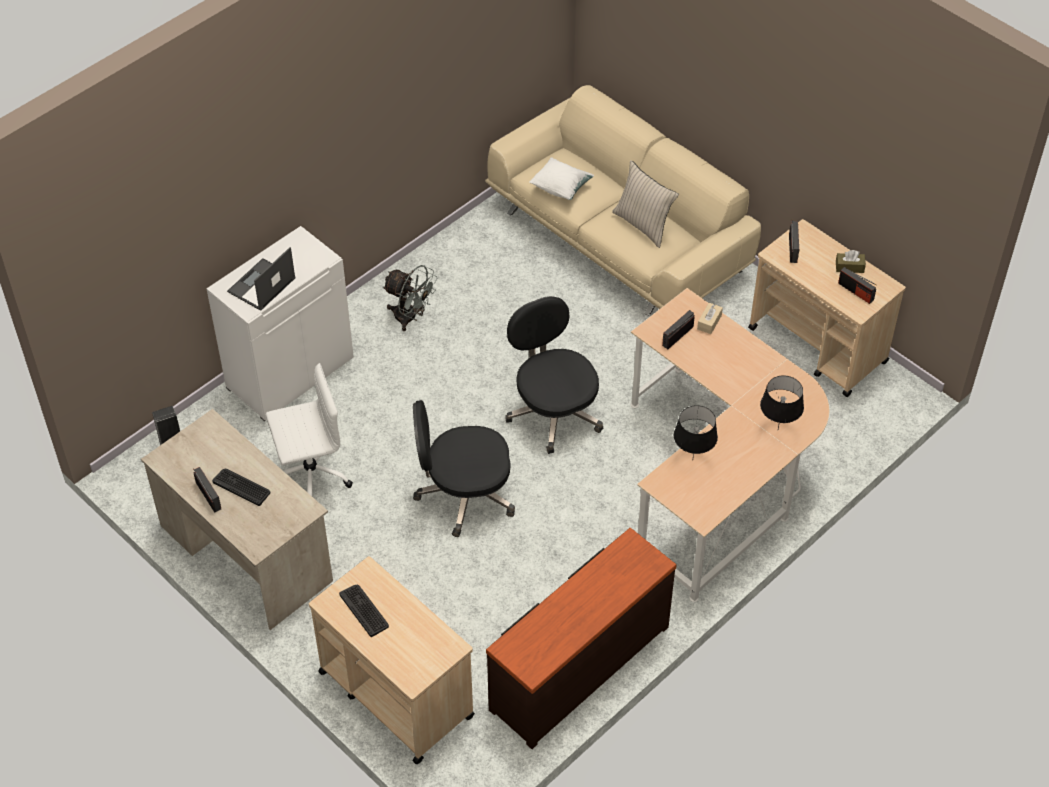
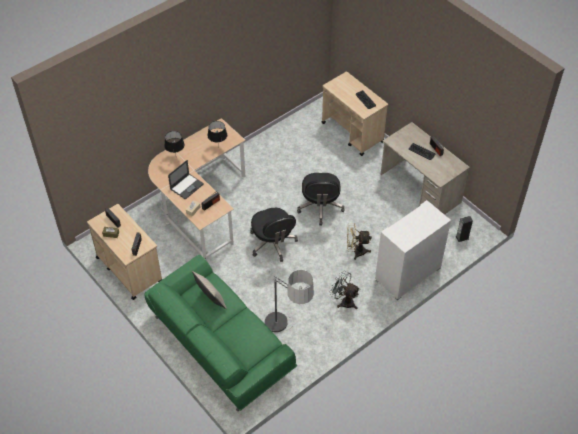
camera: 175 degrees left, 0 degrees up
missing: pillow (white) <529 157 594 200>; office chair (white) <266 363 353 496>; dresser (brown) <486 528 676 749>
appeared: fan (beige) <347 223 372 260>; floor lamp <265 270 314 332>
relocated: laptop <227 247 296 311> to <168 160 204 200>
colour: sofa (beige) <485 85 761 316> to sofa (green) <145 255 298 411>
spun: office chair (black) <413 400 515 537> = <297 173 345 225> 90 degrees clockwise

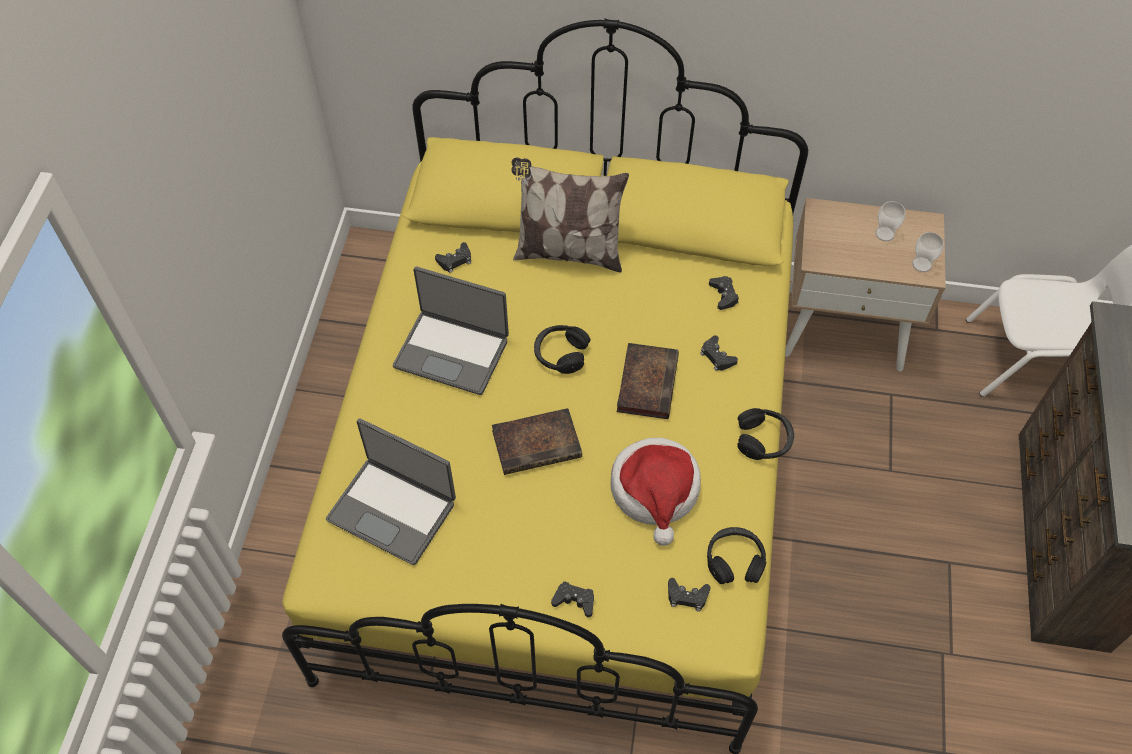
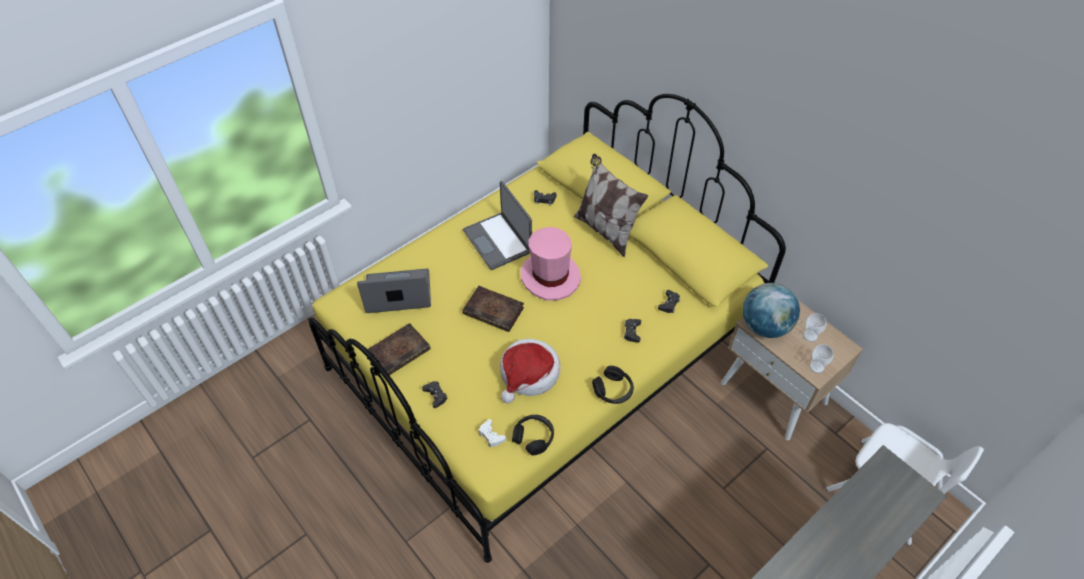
camera: 40 degrees right, 5 degrees down
appeared: globe <743 283 800 338>
relocated: book <617 343 679 419> to <367 323 431 375>
exchanged: headphones (black) <534 325 590 374> to hat (pink) <521 227 581 301>
colour: game controller (black) <668 578 711 612> to game controller (white) <479 419 506 447>
spun: laptop <326 418 456 565> = <357 268 431 313> 105 degrees clockwise

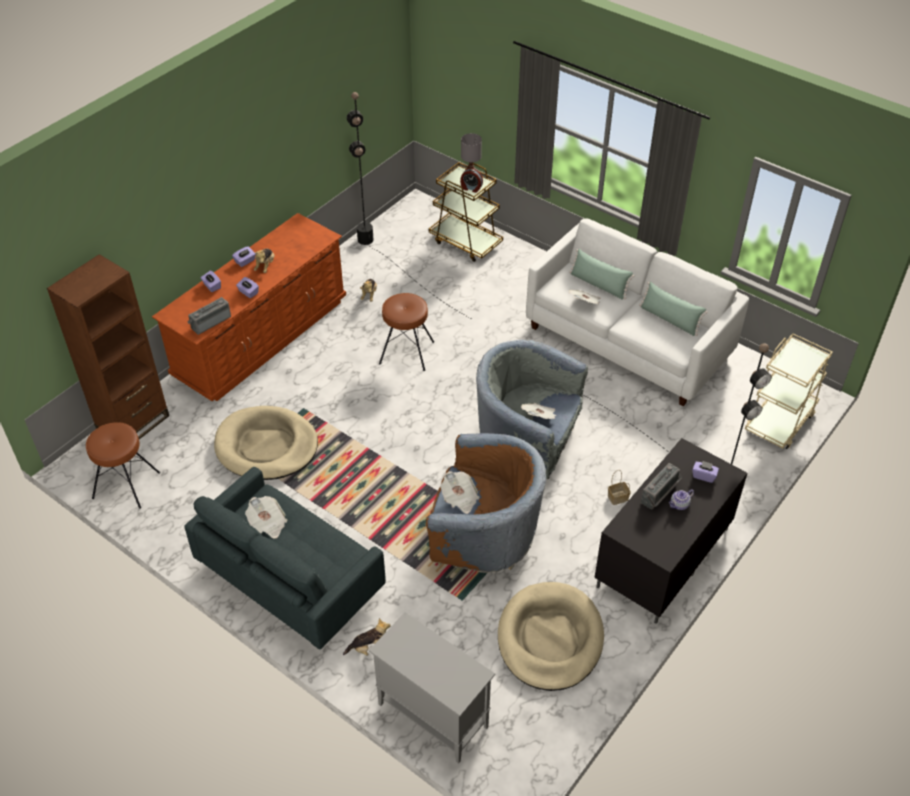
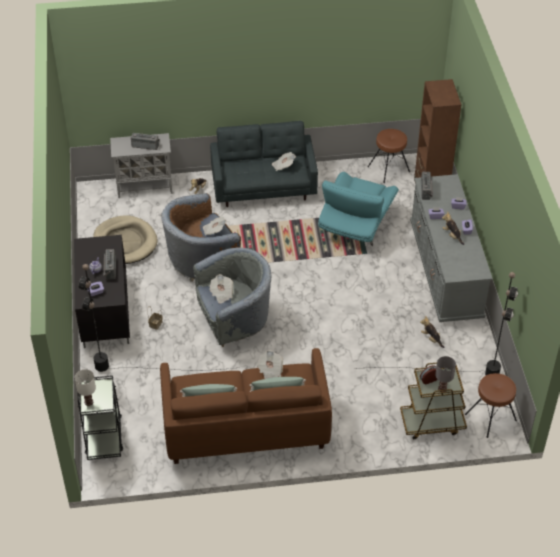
camera: 135 degrees right, 0 degrees up
appeared: radio <131 133 160 150>; table lamp (white) <75 369 96 406>
relocated: stool (brown) <379 293 434 371> to <465 373 517 438>
exchanged: dog bed (beige) <214 406 318 480> to armchair (turquoise) <318 172 399 246>
colour: dresser (brown) <152 213 346 401> to dresser (grey) <410 174 493 322>; sofa (white) <526 218 749 406> to sofa (brown) <160 348 332 464>; cart (beige) <745 333 833 449> to cart (black) <77 375 123 460>

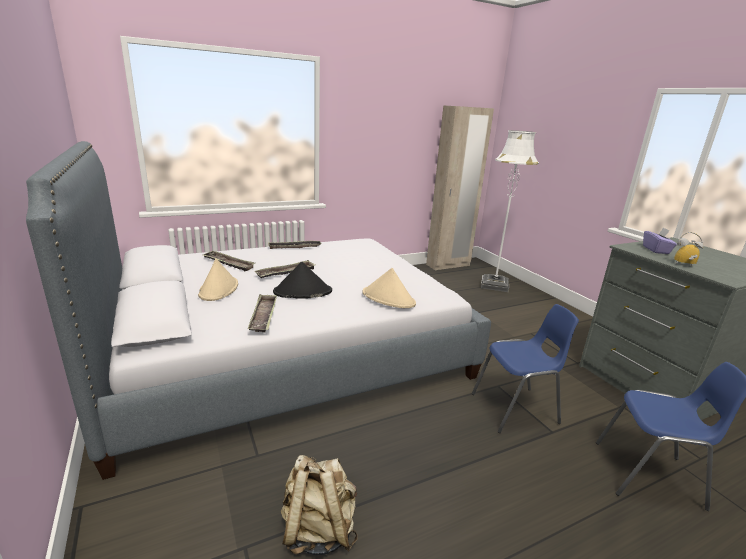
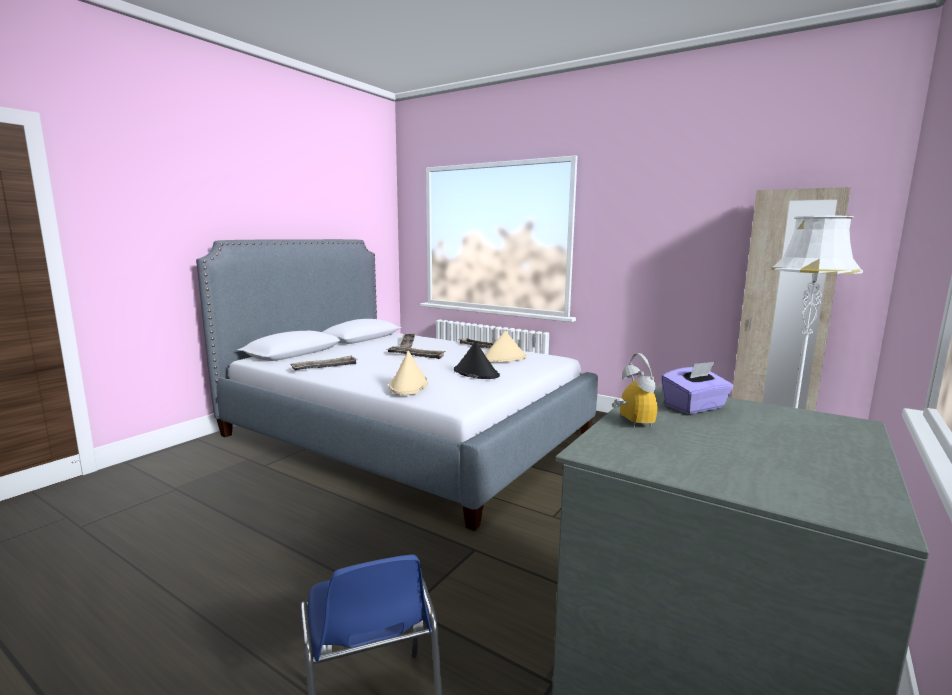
camera: 60 degrees right, 10 degrees down
missing: chair (blue) <472 304 579 433>; backpack (beige) <281 455 357 555>
relocated: hat (beige) <198 258 238 301> to <485 330 527 362>; hat (black) <273 262 332 299> to <454 341 500 379>

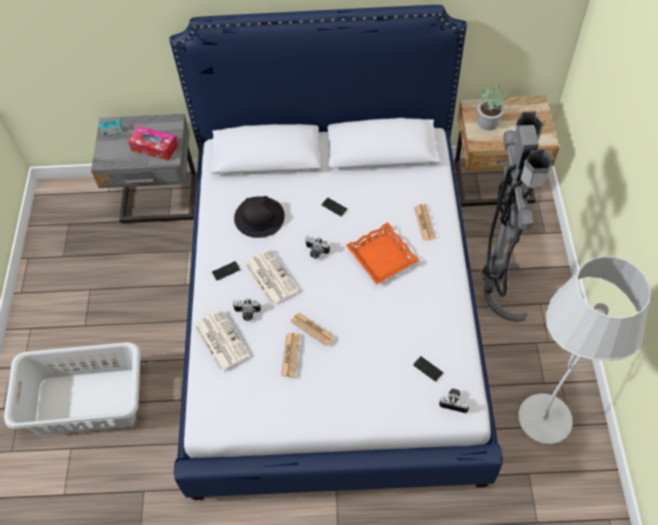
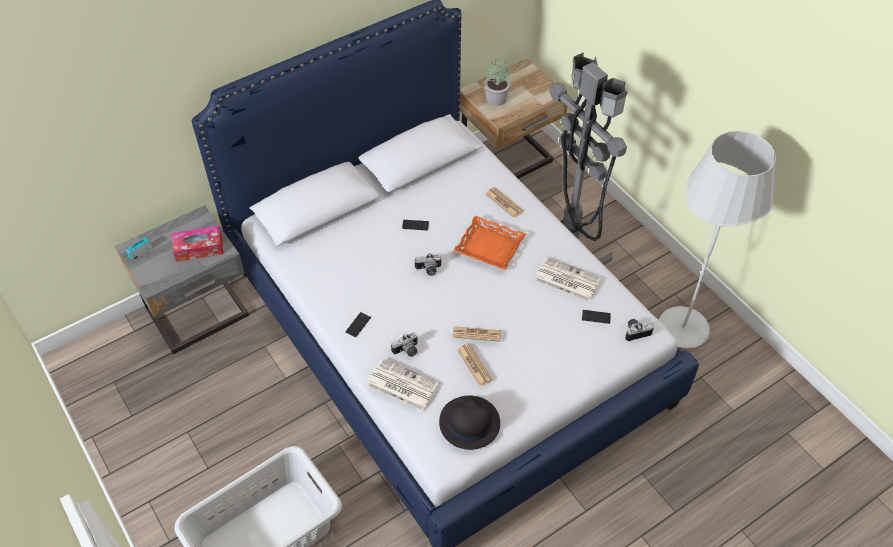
camera: 35 degrees left, 5 degrees down
relocated: hat (black) <234 196 285 238> to <439 395 500 450>; newspaper <245 249 299 306> to <534 257 602 302>

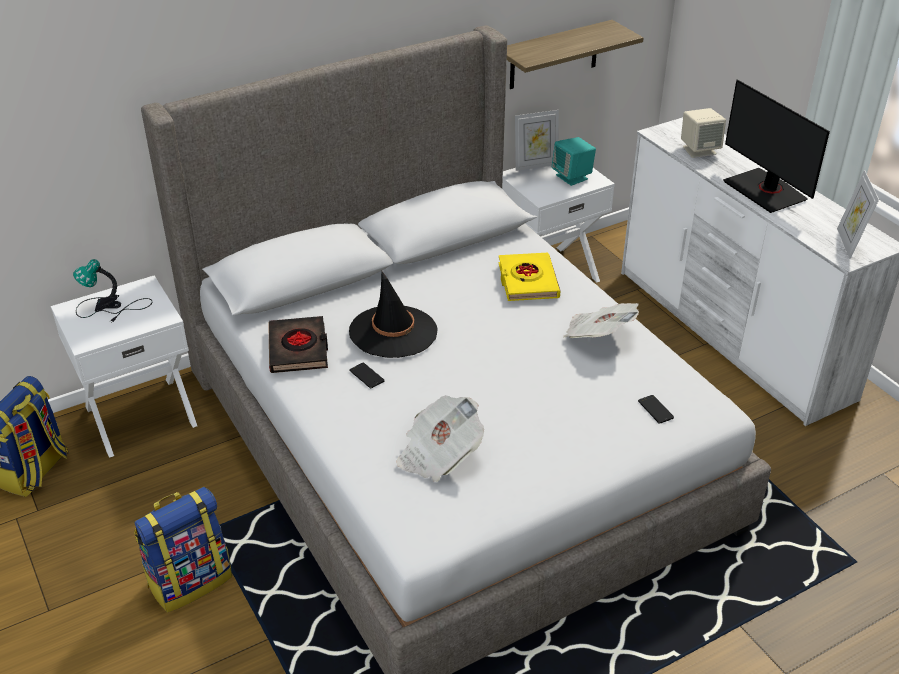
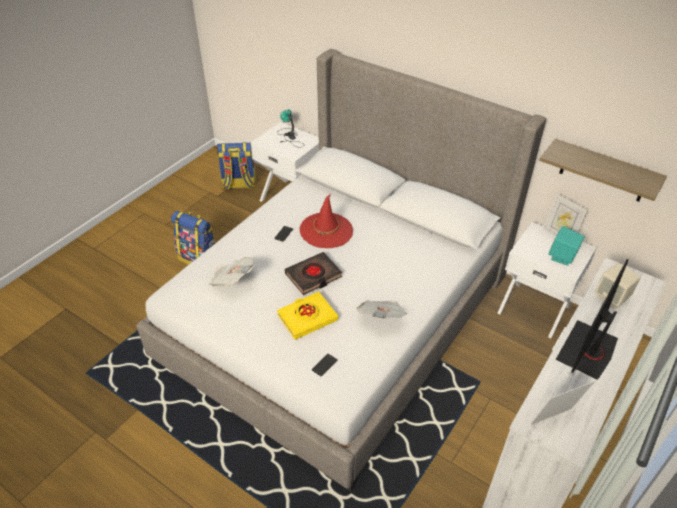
camera: 65 degrees right, 5 degrees up
relocated: book (yellow) <499 253 560 301> to <277 291 338 340>; book (black) <268 316 328 373> to <284 252 342 295>
colour: hat (black) <349 270 438 358> to hat (red) <300 194 353 248>

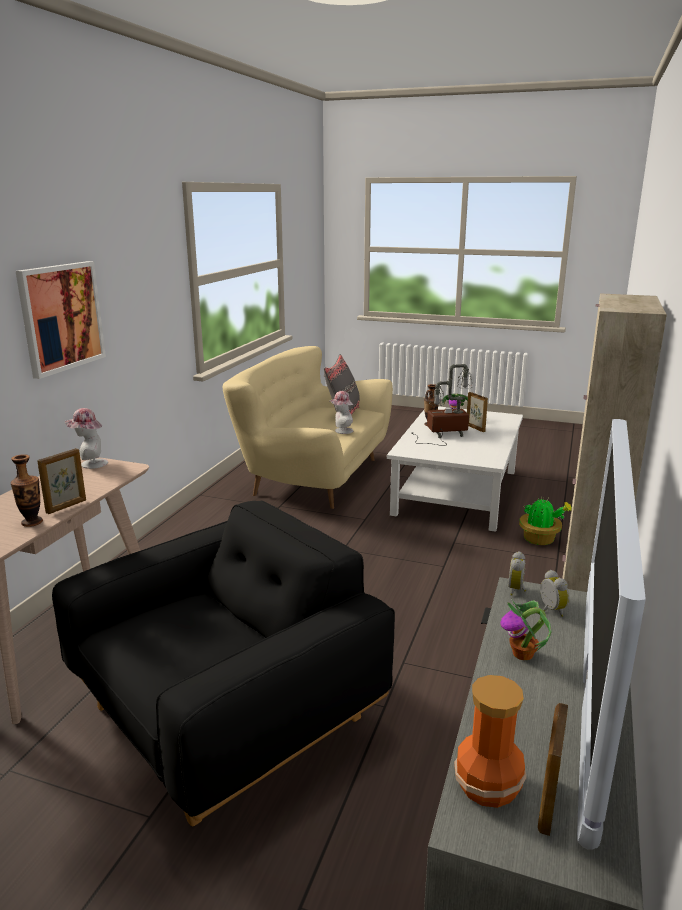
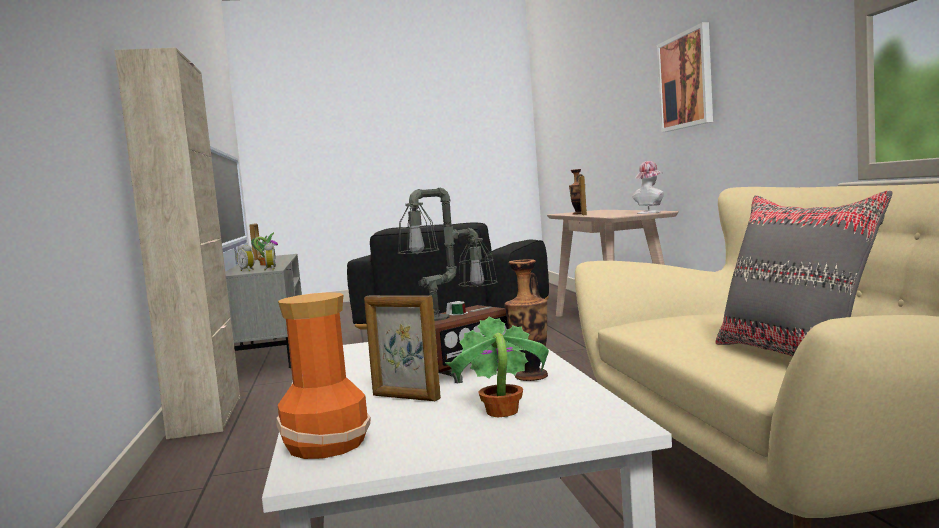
camera: 150 degrees right, 15 degrees down
missing: hat <330 391 353 434>; potted plant <519 496 572 545>
relocated: vase <454 675 526 808> to <276 292 371 459>

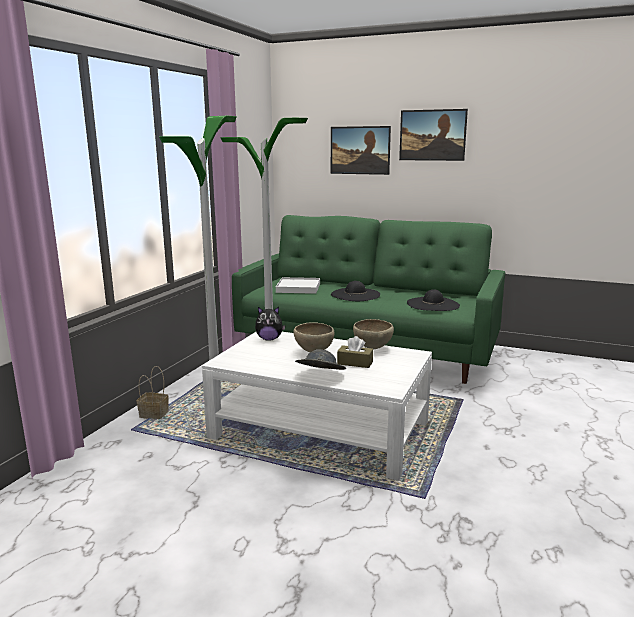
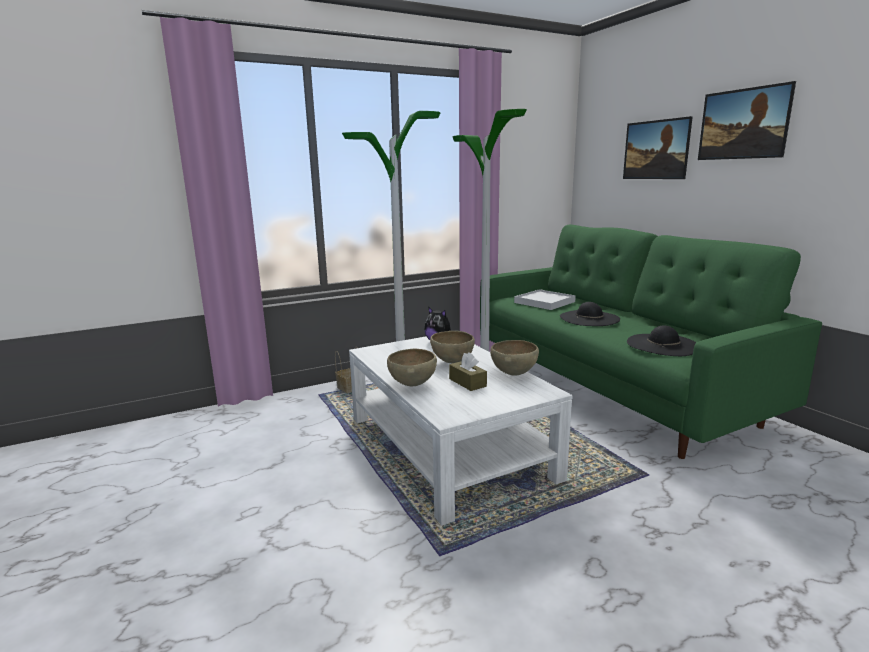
camera: 40 degrees right, 0 degrees up
exchanged: hat (grey) <295 349 346 370> to bowl (brown) <387 349 437 386>

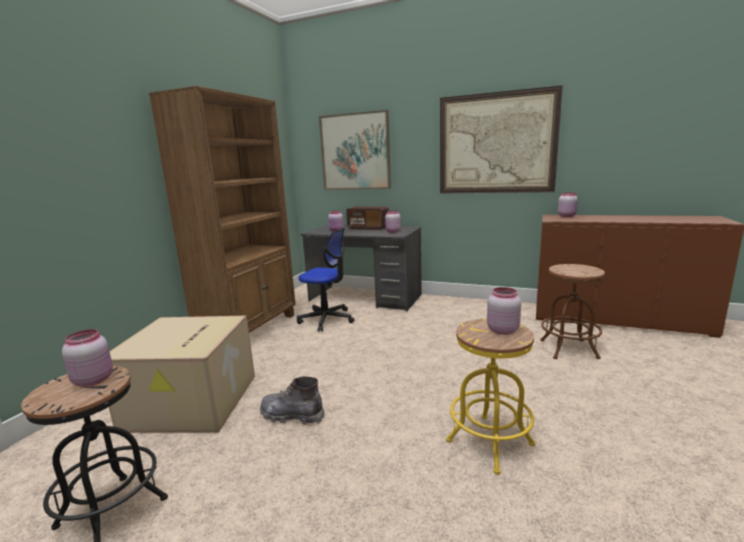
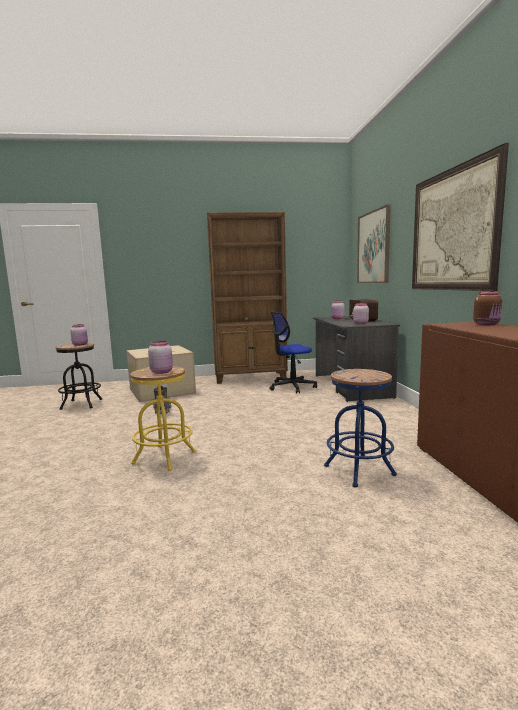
camera: 60 degrees right, 5 degrees down
colour: jar (pink) <558 192 578 217> to jar (brown) <473 291 502 325>; stool (brown) <540 264 605 359> to stool (blue) <324 369 397 487>
spun: office chair <297 228 354 332> = <269 312 317 394> 75 degrees clockwise

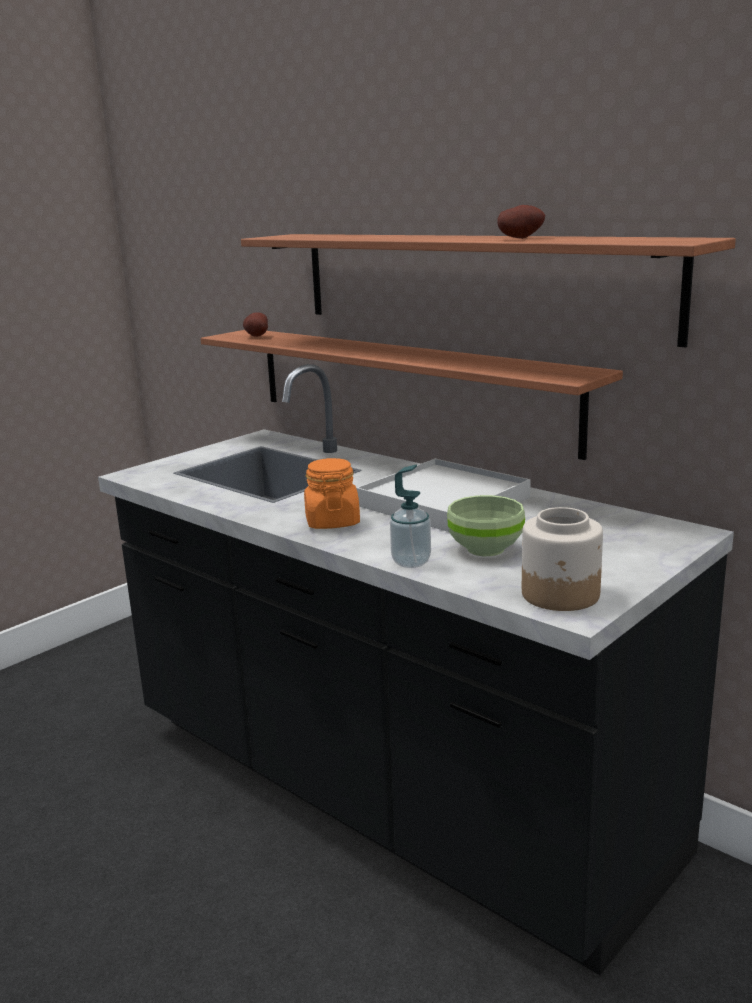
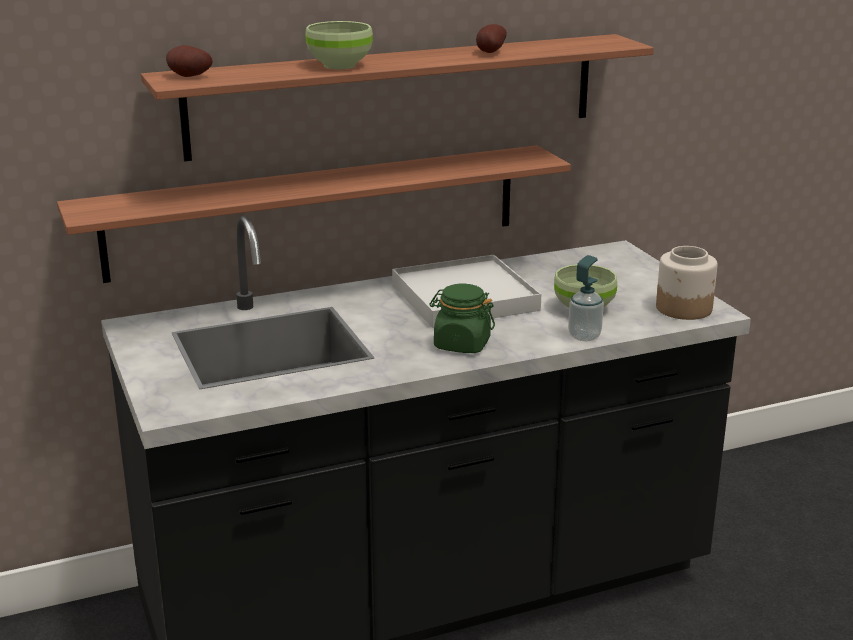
camera: 65 degrees left, 5 degrees up
appeared: bowl (green) <305 21 373 69>
relocated: potato <243 312 268 337> to <166 45 213 77>
colour: jar (orange) <304 458 360 529> to jar (green) <429 284 495 353>

